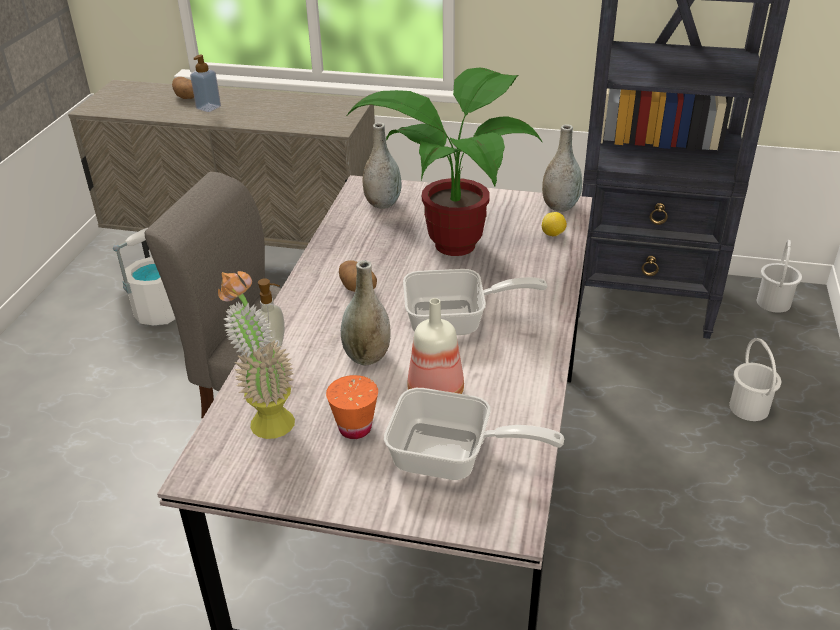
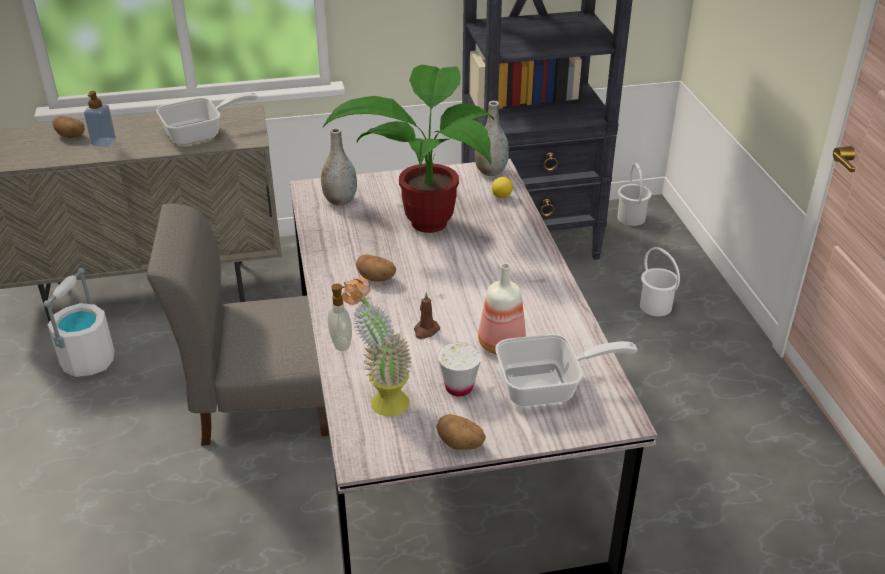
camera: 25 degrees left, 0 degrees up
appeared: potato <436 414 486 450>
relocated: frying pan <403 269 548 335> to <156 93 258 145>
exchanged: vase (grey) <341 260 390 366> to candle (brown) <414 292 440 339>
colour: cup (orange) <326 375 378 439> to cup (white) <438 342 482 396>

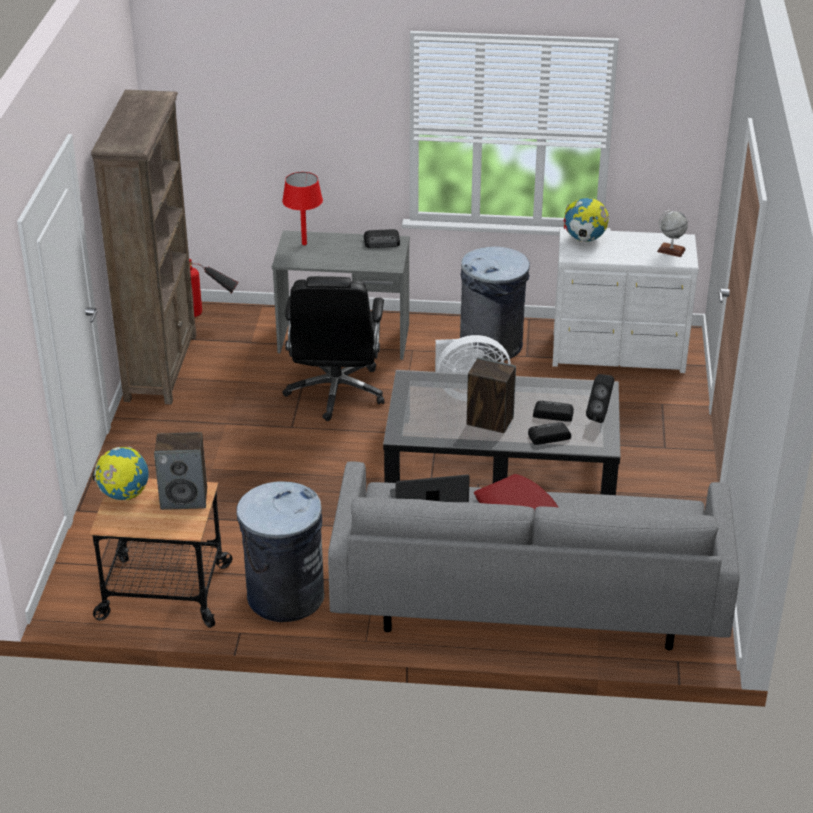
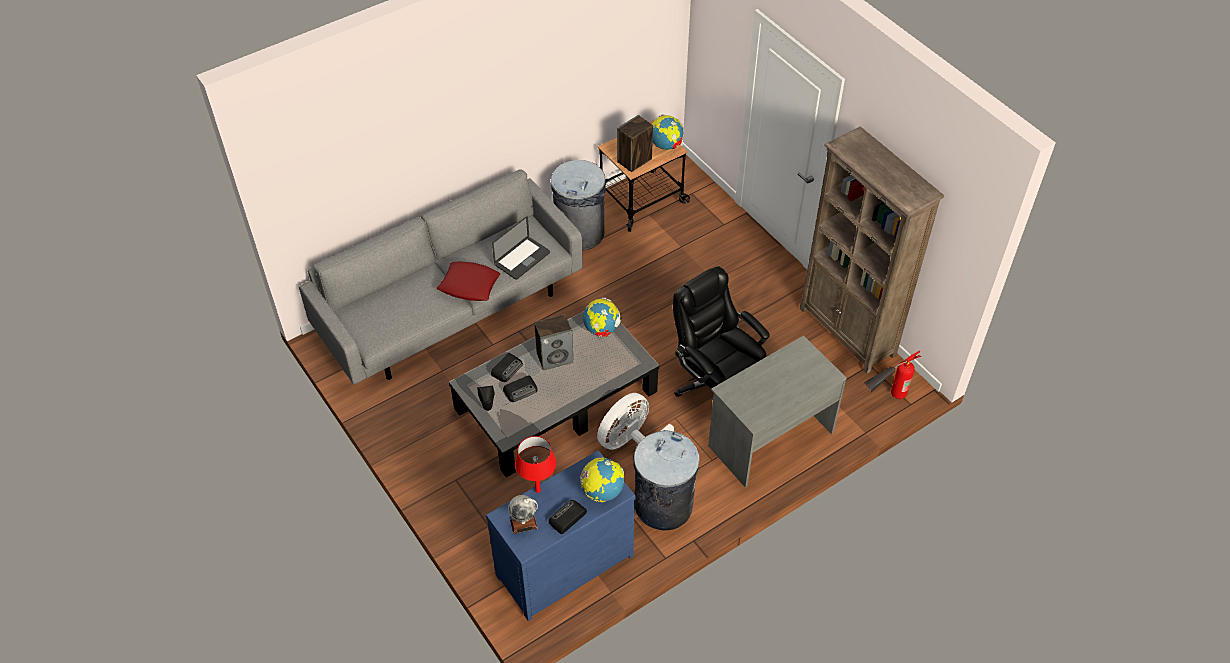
camera: 140 degrees right, 15 degrees up
appeared: globe <583 298 622 337>
relocated: table lamp (red) <282 172 323 245> to <515 436 556 493>; radio <364 229 400 248> to <549 500 587 534>
colour: dresser (white) <553 229 699 373> to dresser (blue) <486 450 636 621>

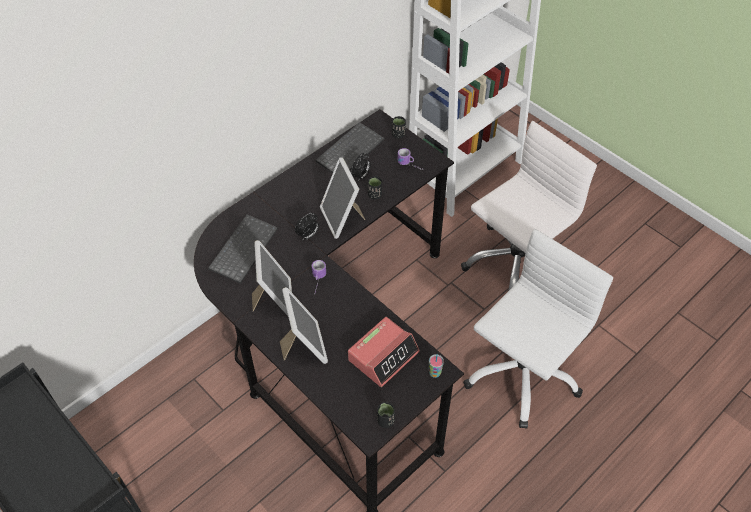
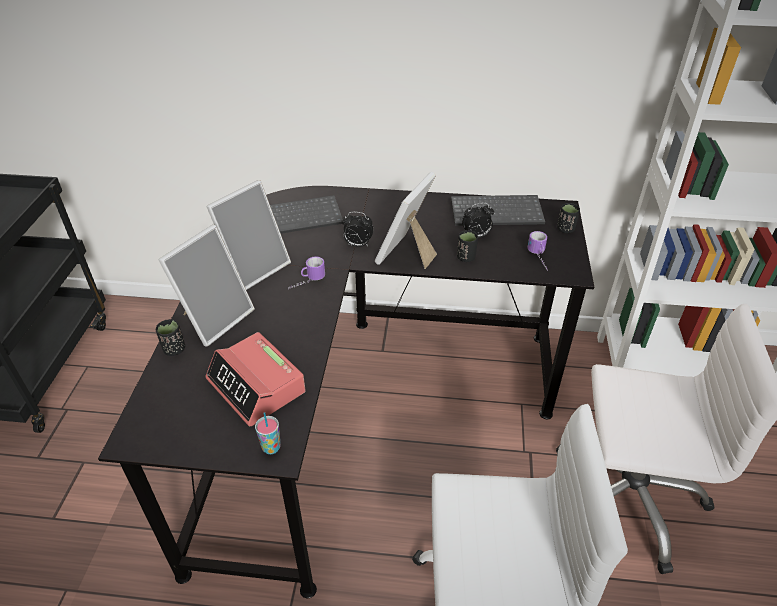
camera: 50 degrees right, 10 degrees down
relocated: cup (black) <377 402 395 428> to <156 319 185 356>
spun: alarm clock <348 317 420 387> = <206 332 306 426> 45 degrees clockwise

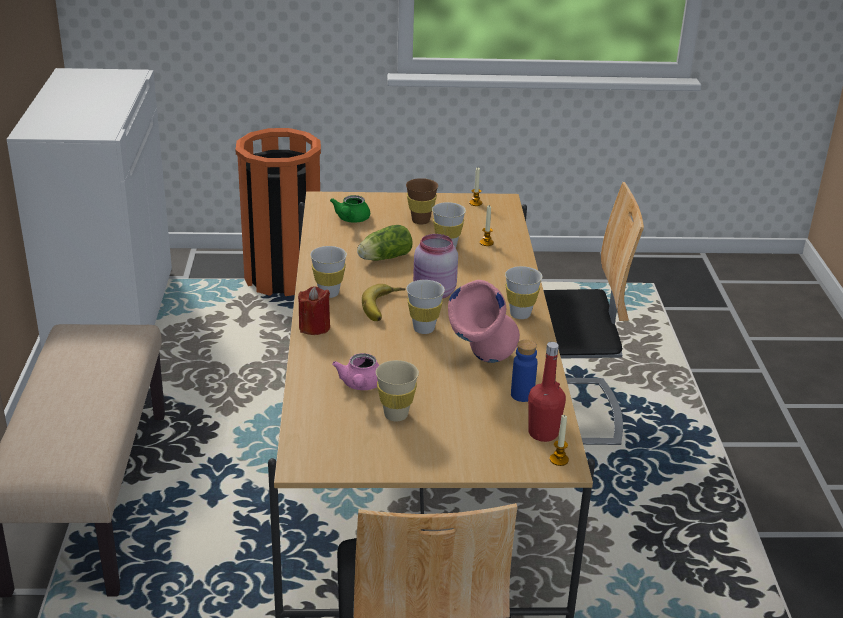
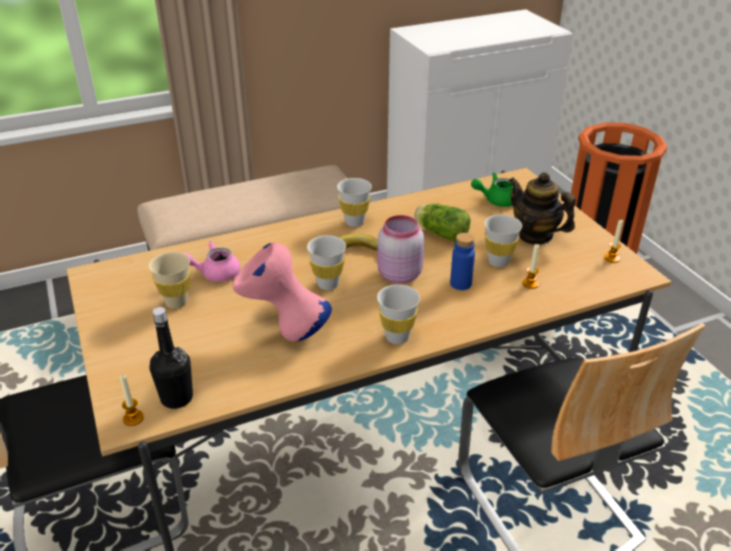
camera: 70 degrees right, 5 degrees up
missing: candle (red) <298 286 330 335>
relocated: bottle (blue) <511 340 538 402> to <450 233 475 290>
exchanged: cup (brown) <406 178 438 224> to teapot <509 172 576 245>
colour: bottle (red) <528 342 566 442> to bottle (black) <150 307 193 409>

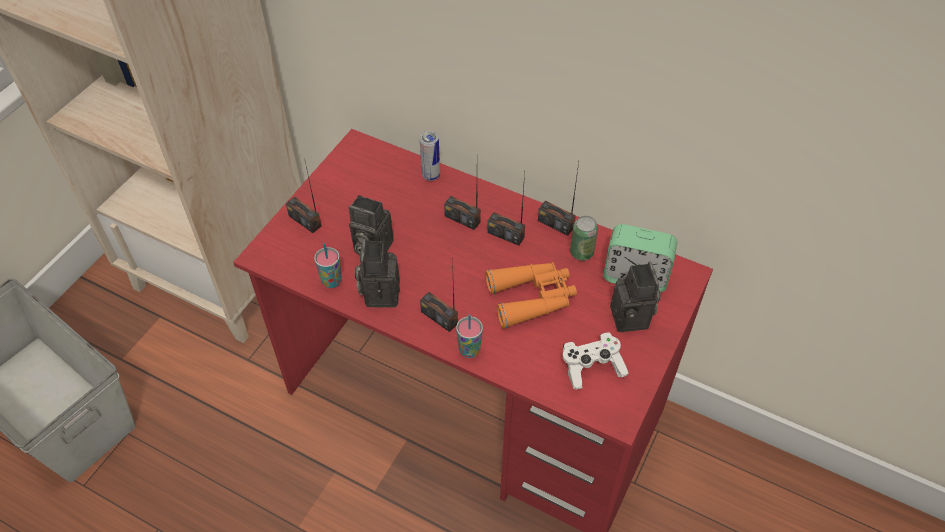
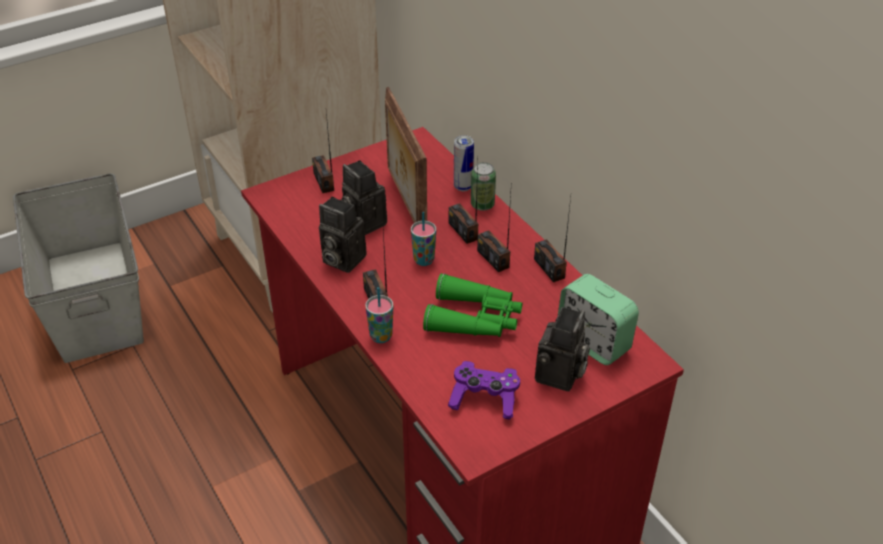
camera: 30 degrees right, 10 degrees down
appeared: picture frame <385 87 427 223>
relocated: can <570 216 598 261> to <471 162 496 211>; cup <314 243 342 288> to <411 212 436 266>
colour: binoculars (orange) <485 262 577 328> to binoculars (green) <423 274 522 337>; game controller (white) <563 332 628 389> to game controller (purple) <448 361 520 420>
spun: photo camera <355 239 400 308> = <319 196 367 273> 90 degrees counterclockwise

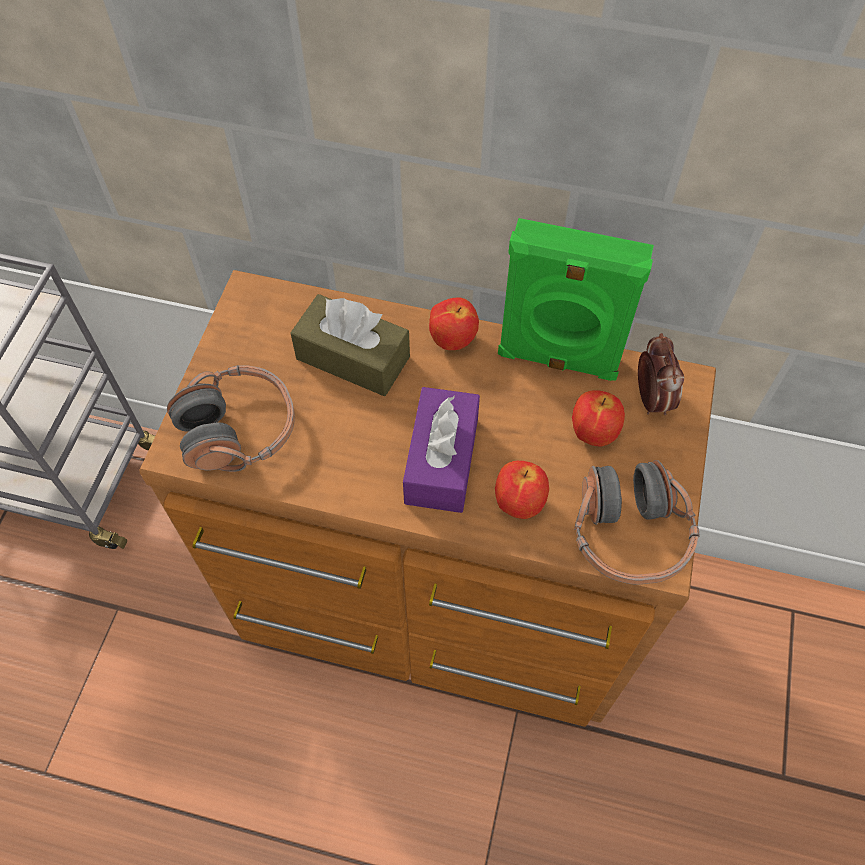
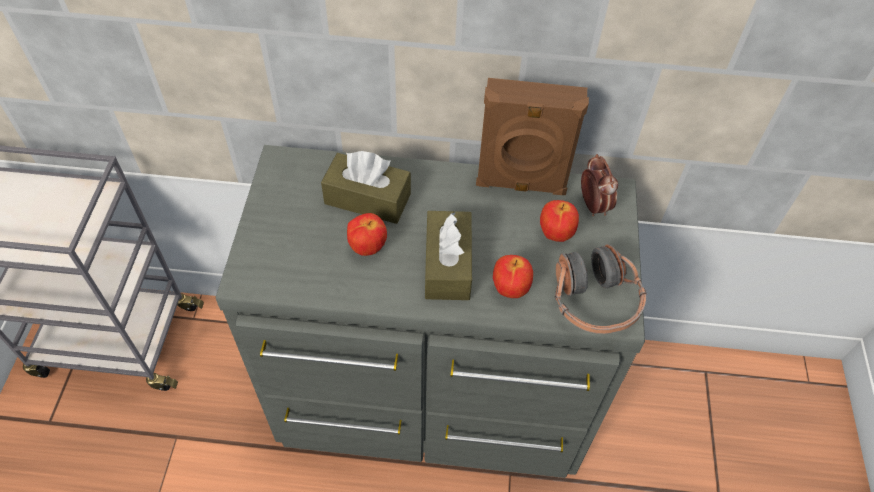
camera: 10 degrees left, 5 degrees down
missing: headphones <167 365 295 472>
relocated: apple <429 297 479 350> to <347 213 387 256>
colour: speaker (green) <498 218 654 381> to speaker (brown) <476 78 589 195>; dresser (brown) <140 270 716 727> to dresser (grey) <216 145 645 478>; tissue box (purple) <403 387 480 513> to tissue box (brown) <425 211 472 300>

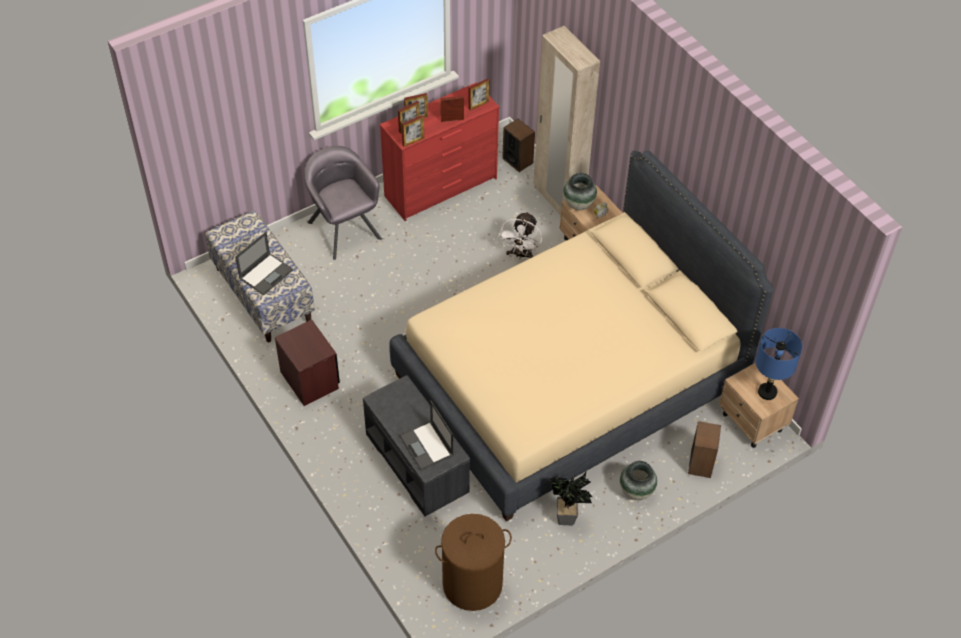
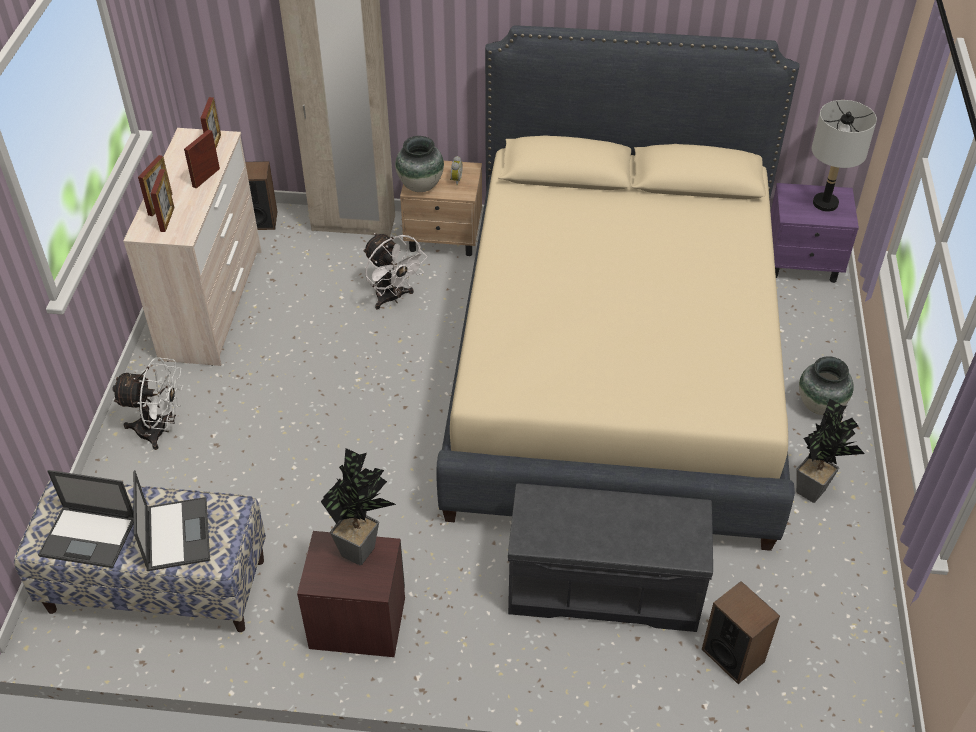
camera: 50 degrees left, 5 degrees down
missing: picture frame <402 115 424 147>; laundry basket (brown) <435 514 512 611>
appeared: potted plant <321 448 396 565>
relocated: laptop <399 400 454 470> to <38 470 134 568>; speaker <688 421 721 478> to <702 581 780 684>
exchanged: armchair (grey) <304 146 382 260> to fan (white) <112 357 183 450>
colour: dresser (red) <380 82 500 221> to dresser (beige) <123 128 262 366>; table lamp (blue) <755 328 802 400> to table lamp (grey) <812 100 877 212>; nightstand (beige) <719 363 799 448> to nightstand (purple) <771 183 859 283>

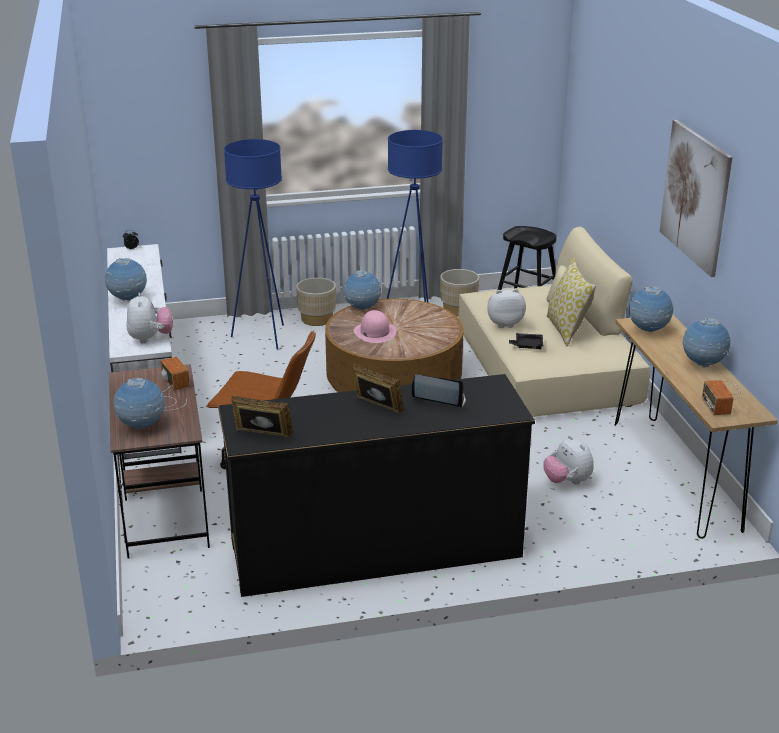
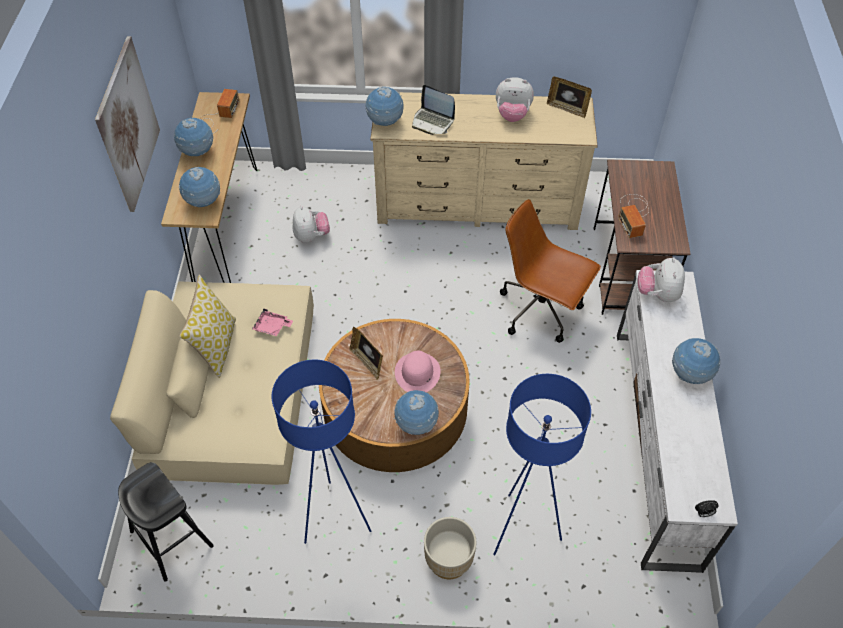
camera: 165 degrees left, 25 degrees up
missing: planter (beige) <440 269 479 316>
relocated: plush toy <487 289 526 328> to <496 77 534 122>; picture frame <353 364 404 413> to <350 327 383 380>; globe <114 378 165 429> to <366 87 404 126>
colour: tray (black) <509 333 543 349> to tray (pink) <252 308 293 336>; dresser (black) <218 374 535 597> to dresser (beige) <371 92 597 230>

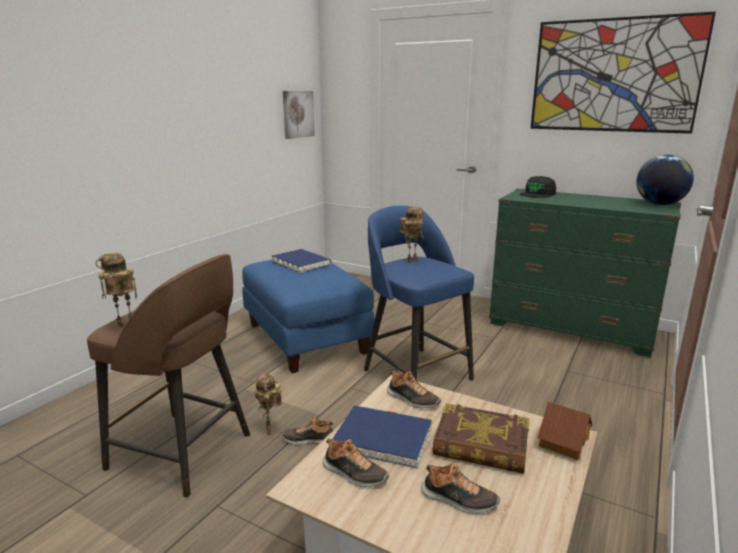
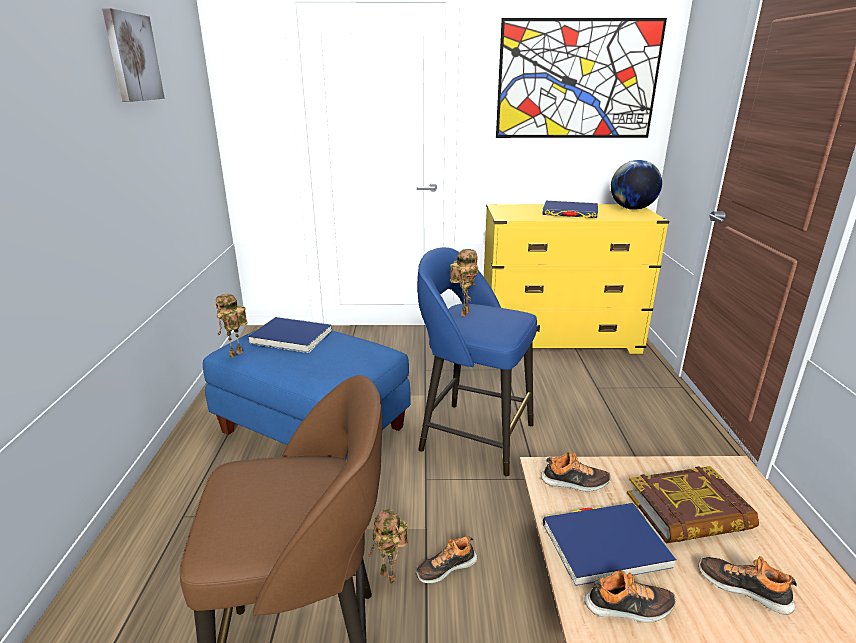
camera: 30 degrees left, 5 degrees up
missing: cap (black) <520 176 556 198>; toy house <537 402 592 460>
appeared: book (blue) <542 201 598 218>
relocated: picture <283 91 315 139> to <102 8 165 102>; toy robot <95 253 137 328> to <215 294 247 358>
colour: dresser (green) <489 188 681 357> to dresser (yellow) <484 204 669 354>
spun: shoe <421 463 500 514> = <698 556 797 615> 135 degrees counterclockwise

